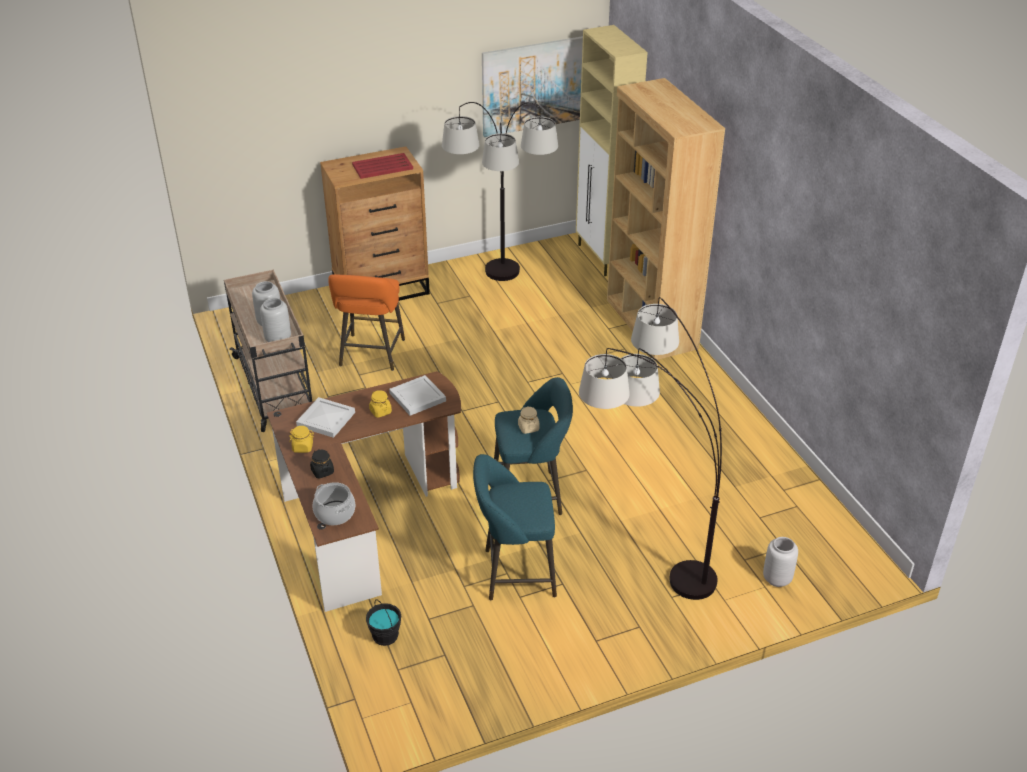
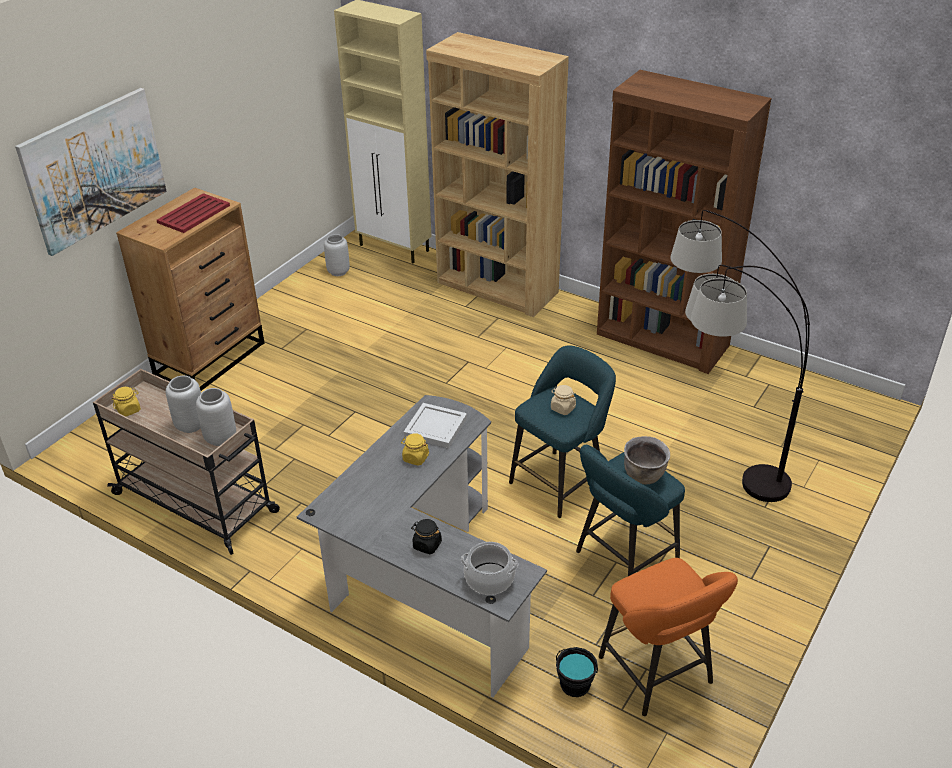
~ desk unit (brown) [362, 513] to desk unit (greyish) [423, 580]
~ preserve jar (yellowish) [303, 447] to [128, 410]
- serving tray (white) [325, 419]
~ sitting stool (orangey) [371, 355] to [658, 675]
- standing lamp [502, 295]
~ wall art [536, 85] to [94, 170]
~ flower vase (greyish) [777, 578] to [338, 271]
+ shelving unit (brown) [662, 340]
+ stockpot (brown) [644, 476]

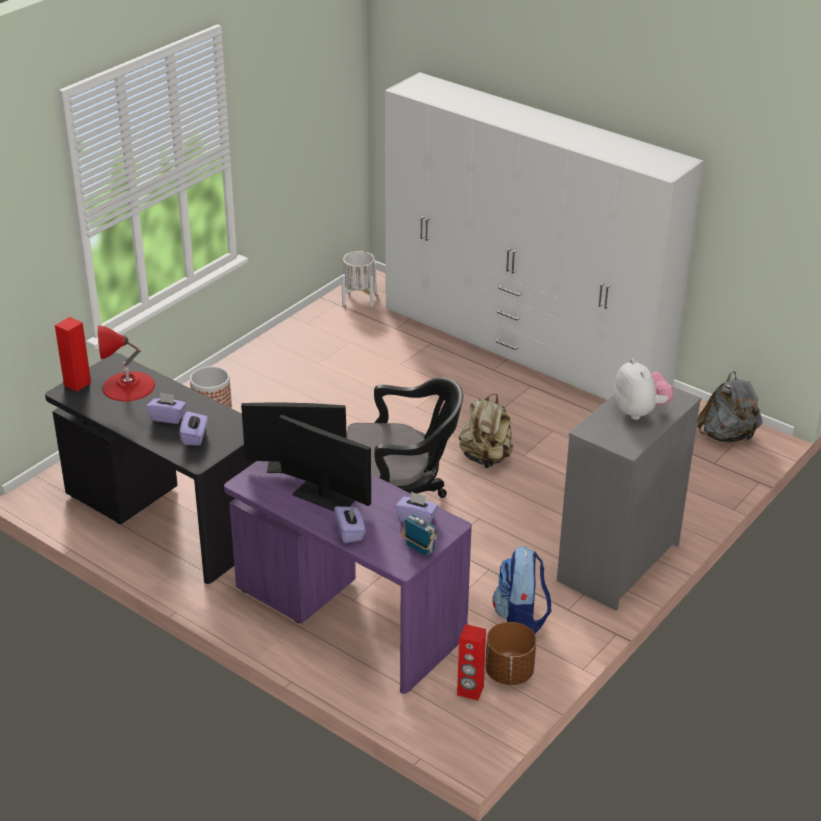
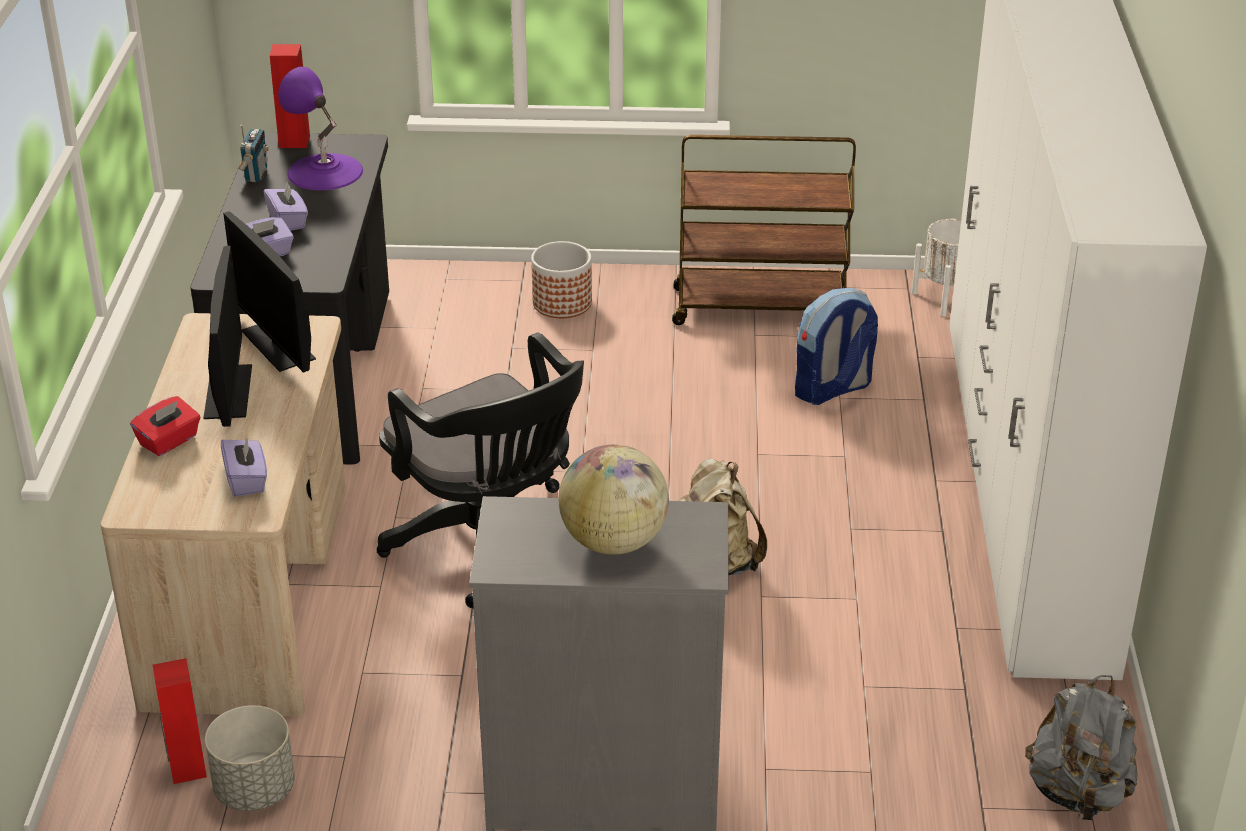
~ table lamp (red) [128, 386] to table lamp (purple) [324, 172]
~ desk unit (purple) [347, 615] to desk unit (beige-coloured) [252, 593]
~ box of tissues (purple) [350, 532] to box of tissues (red) [169, 441]
~ radio set [419, 548] to [255, 175]
~ plant pot (brown) [509, 673] to plant pot (greyish) [254, 790]
~ backpack [521, 620] to [832, 389]
~ cuddly toy [639, 412] to desk globe [613, 541]
+ trolley (brown) [760, 307]

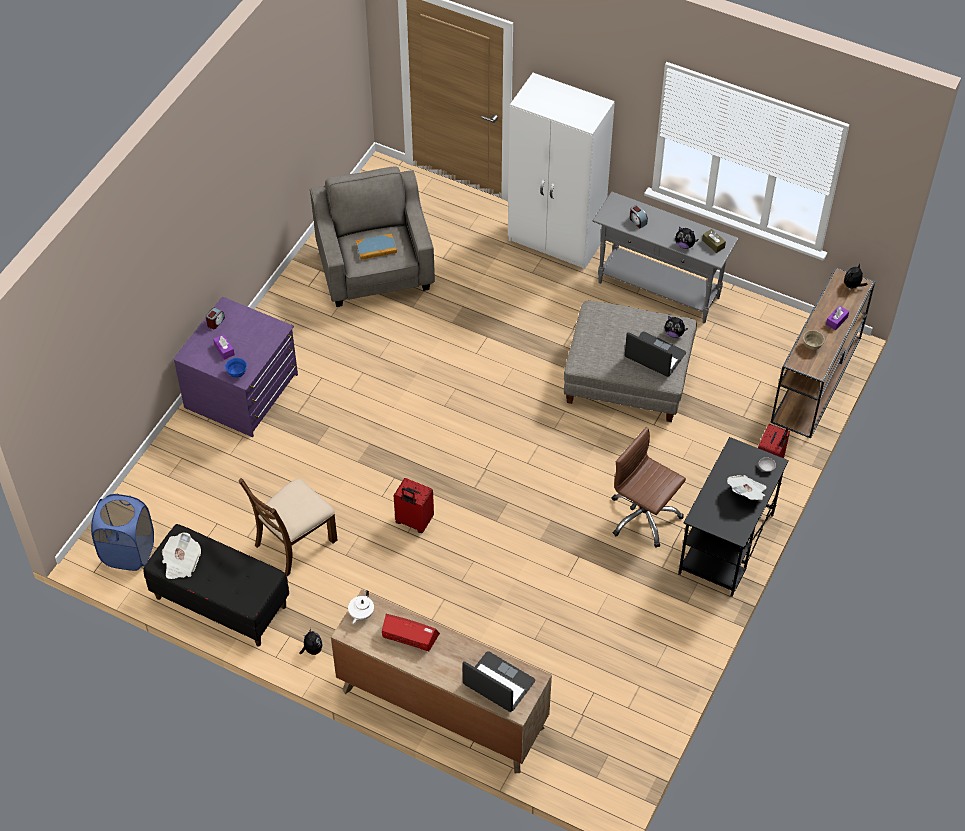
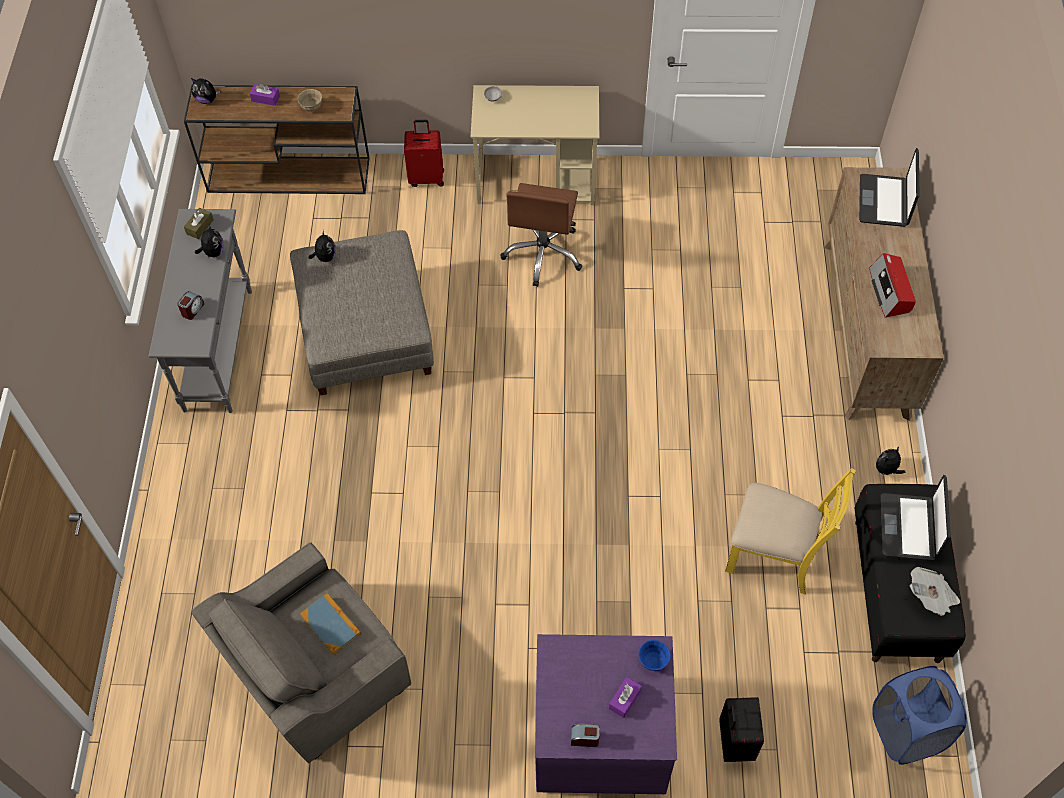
~ plain chair (brown) [294, 542] to plain chair (yellowish) [775, 554]
- pot for tea (white) [361, 614]
- piece of luggage (red) [413, 522]
- armoire (white) [556, 241]
~ portable computer [654, 356] to [909, 527]
~ desk unit (blackish) [726, 544] to desk unit (beige-coloured) [537, 181]
- printed paper [747, 493]
+ piece of luggage (blackish) [734, 741]

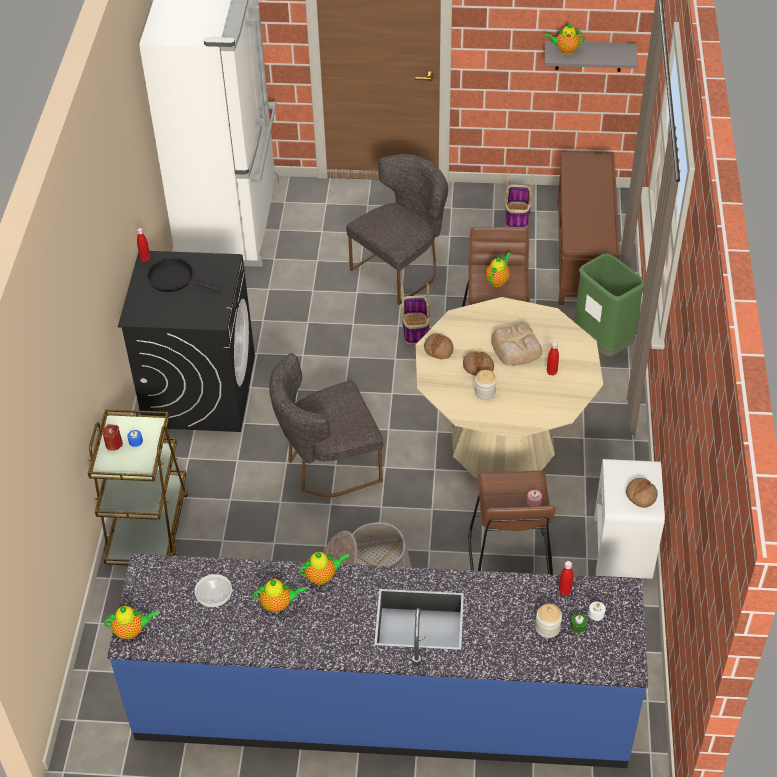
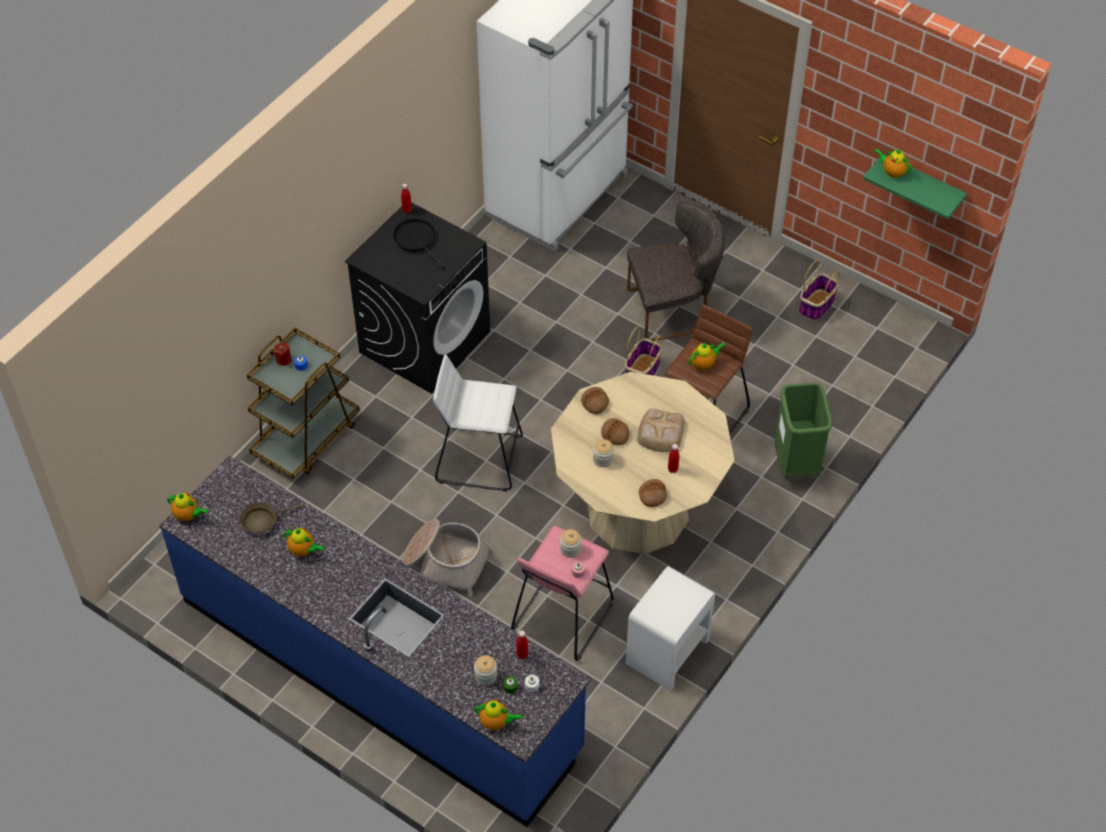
~ serving bowl [214, 597] to skillet (brown) [262, 520]
~ plain chair (greyish) [327, 466] to sitting stool (white) [479, 458]
~ pot for tea [322, 576] to [496, 722]
~ sitting stool (brown) [508, 564] to sitting stool (pink) [562, 616]
~ shelf (greyish) [589, 56] to shelf (green) [921, 185]
- bench (brown) [584, 253]
~ bread [640, 495] to [652, 495]
+ preserve jar [570, 549]

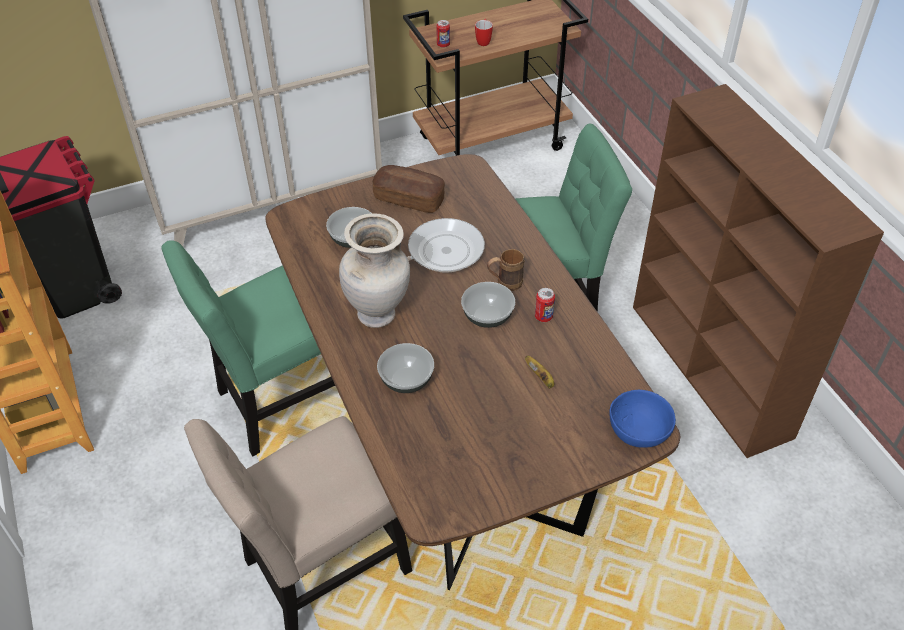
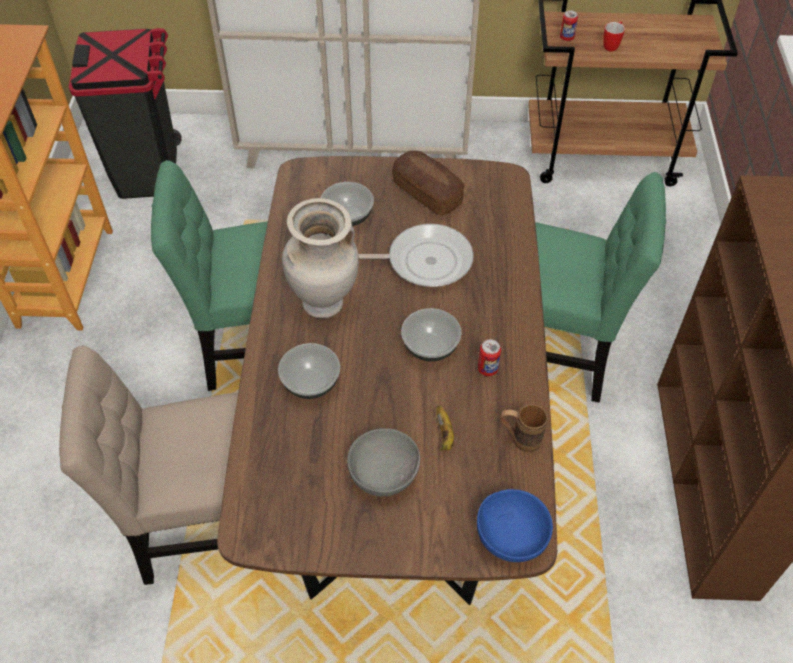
~ tea mug (brown) [504, 284] to [519, 439]
+ serving bowl (greyish) [385, 476]

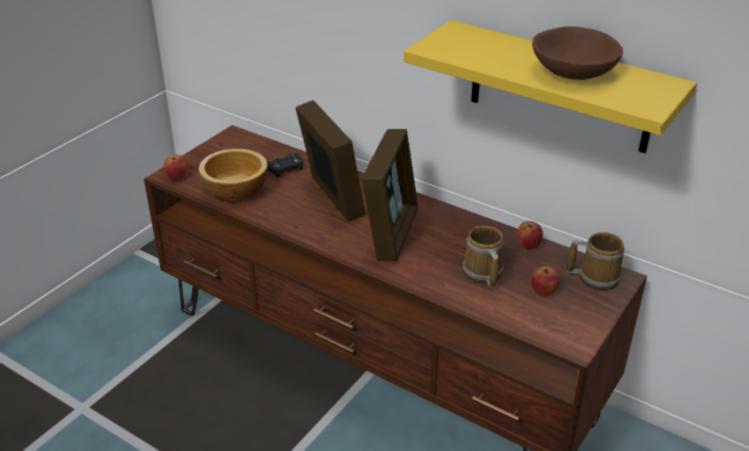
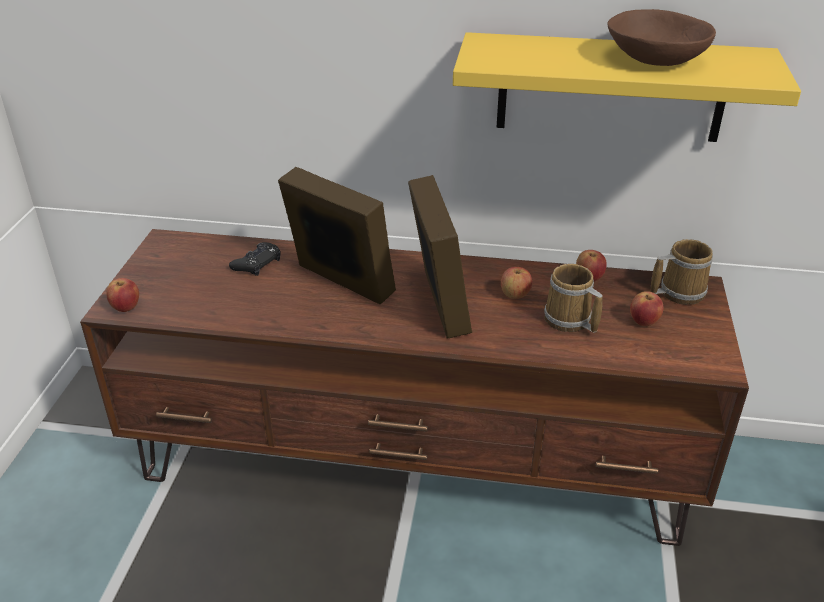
- serving bowl [234, 190]
+ apple fruit [515, 295]

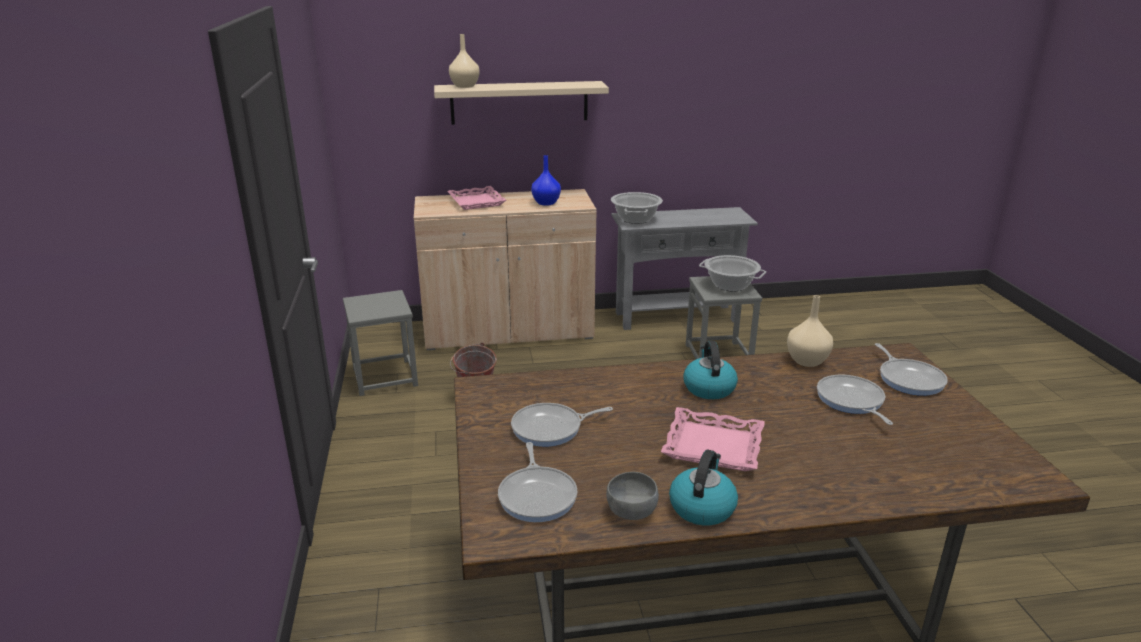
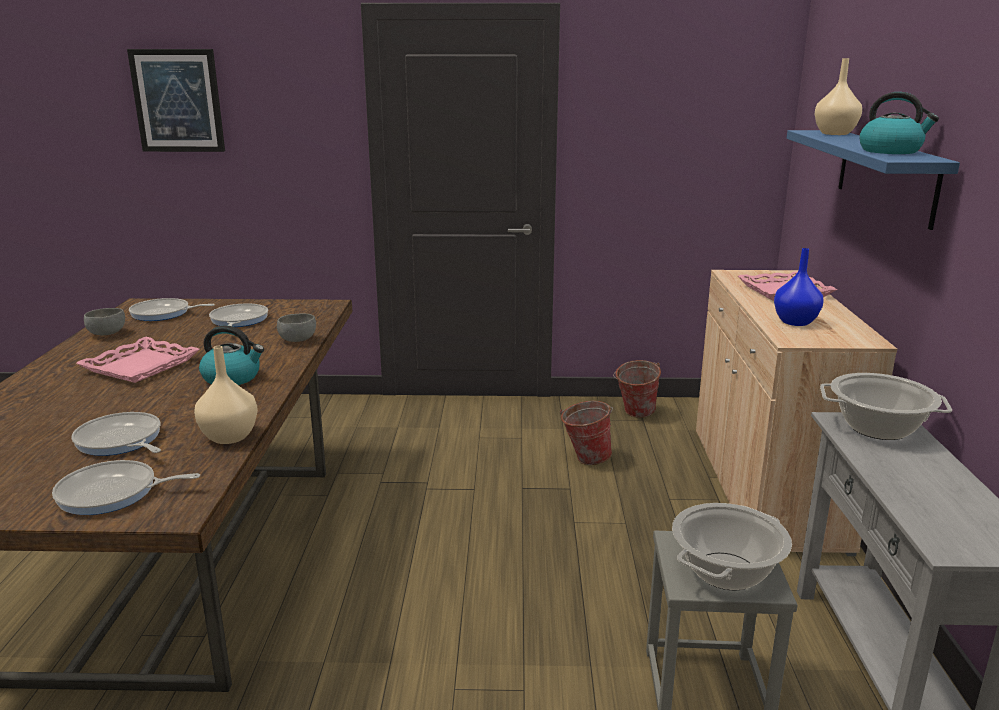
~ sitting stool (greyish) [384, 377] to bucket [634, 414]
~ shelf (beige-coloured) [519, 102] to shelf (blue) [885, 175]
~ tea kettle [702, 507] to [891, 151]
~ skillet [851, 401] = [120, 441] 135 degrees counterclockwise
+ wall art [178, 101]
+ serving bowl (greyish) [297, 340]

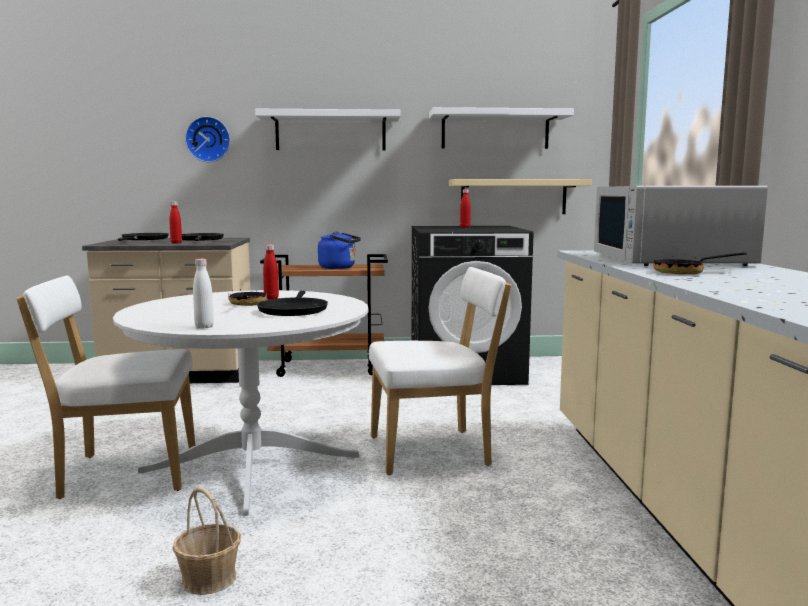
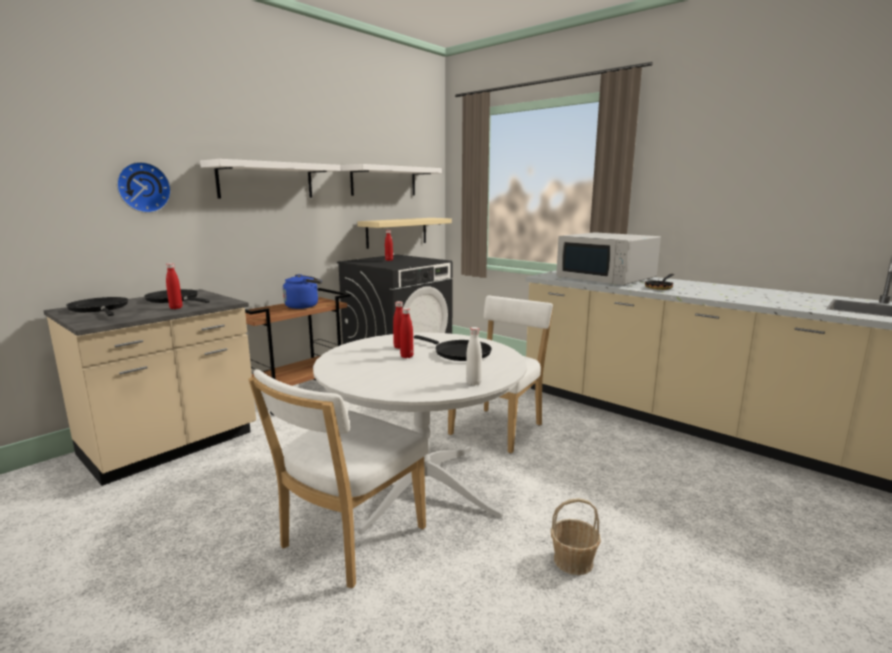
~ skillet [246, 304] to drink bottle (red) [406, 356]

